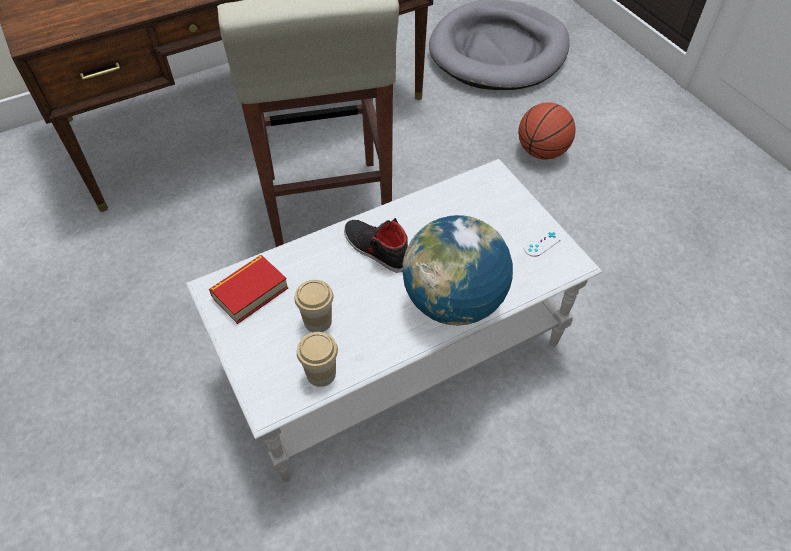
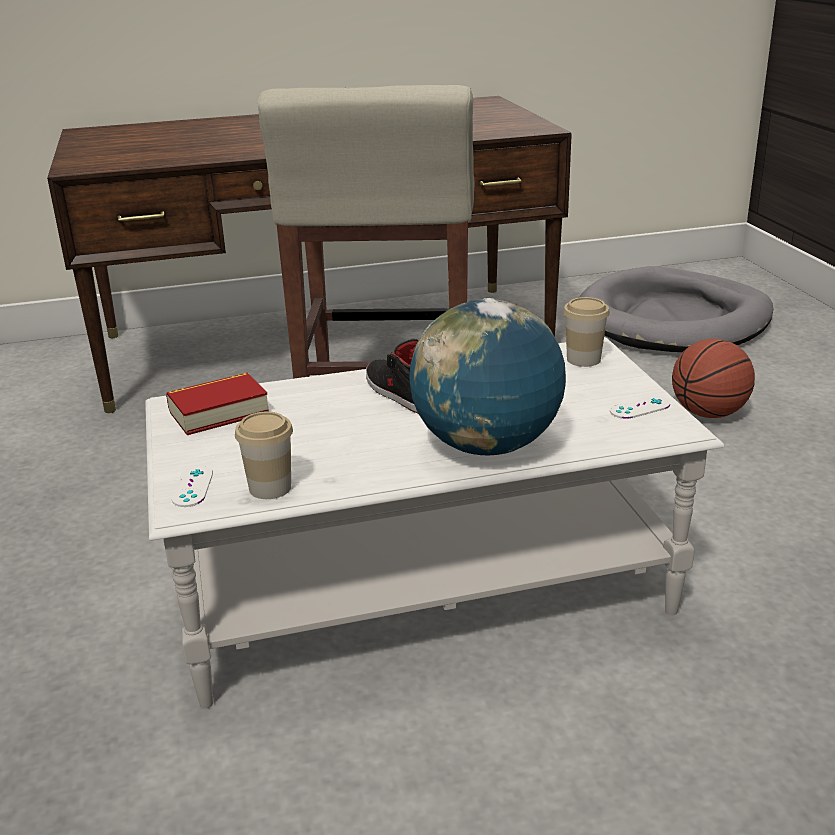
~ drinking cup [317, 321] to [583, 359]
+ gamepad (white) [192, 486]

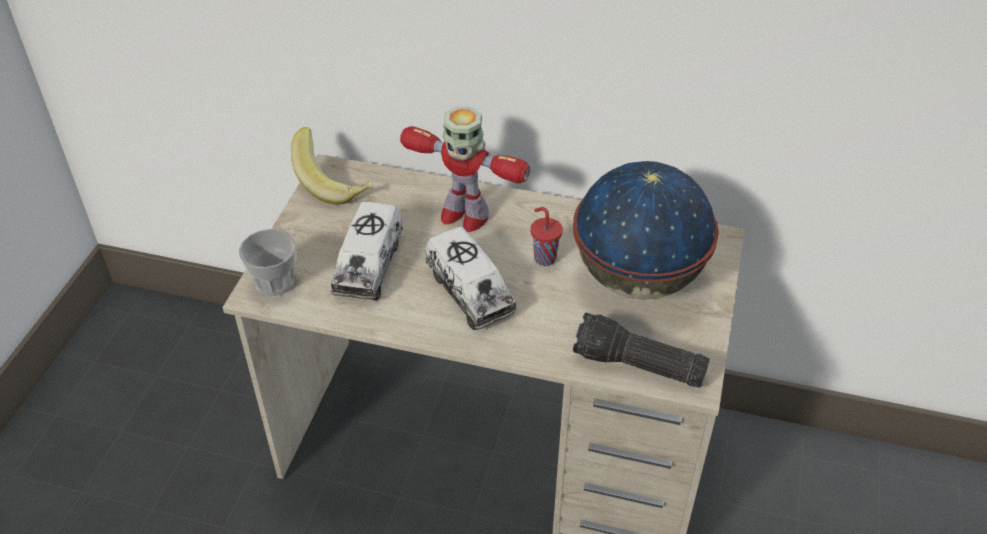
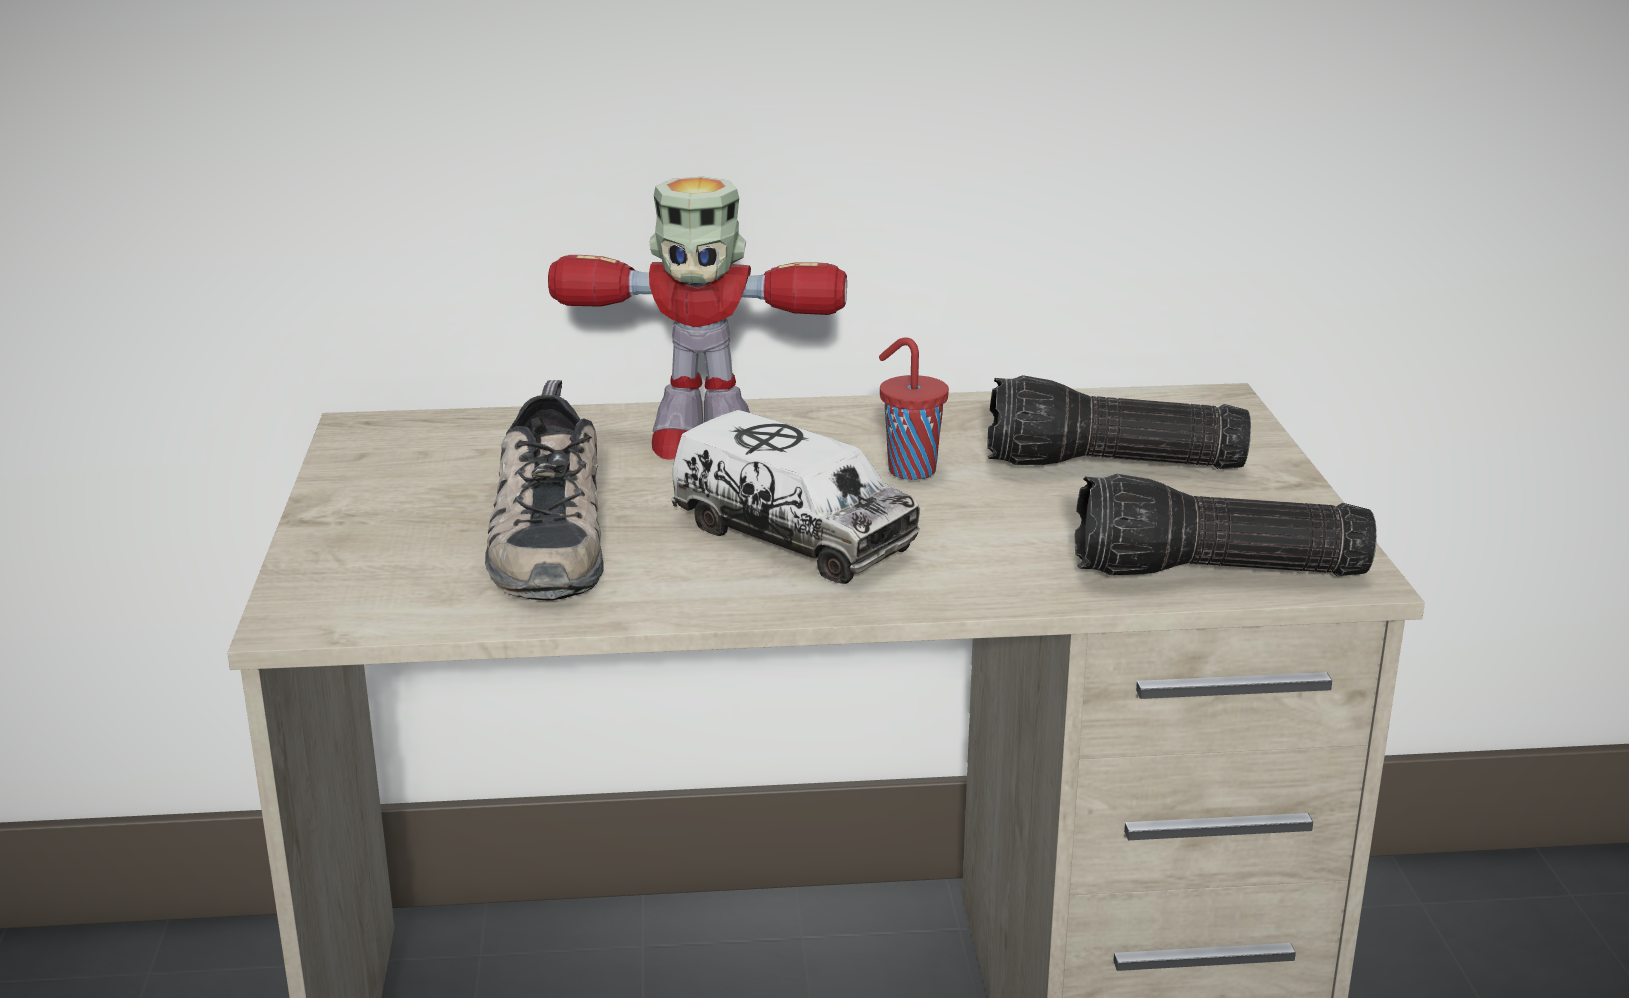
- drinking cup [274, 283]
- banana fruit [334, 184]
~ model truck [369, 265] to shoe [544, 536]
~ desk globe [637, 278] to hand torch [1111, 466]

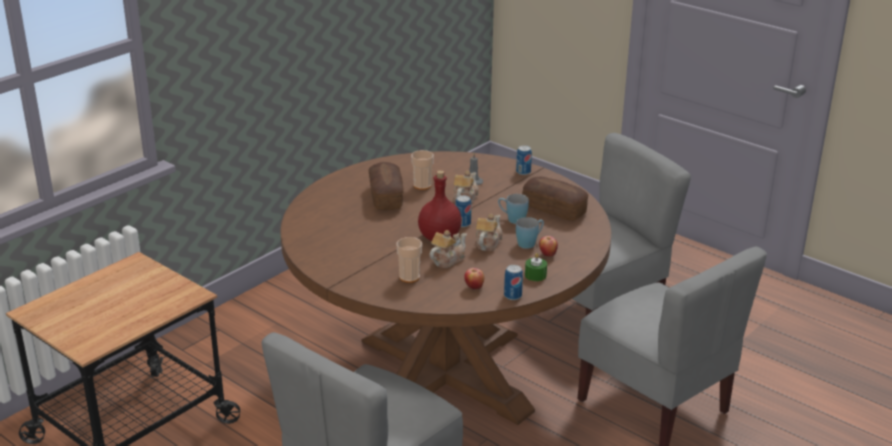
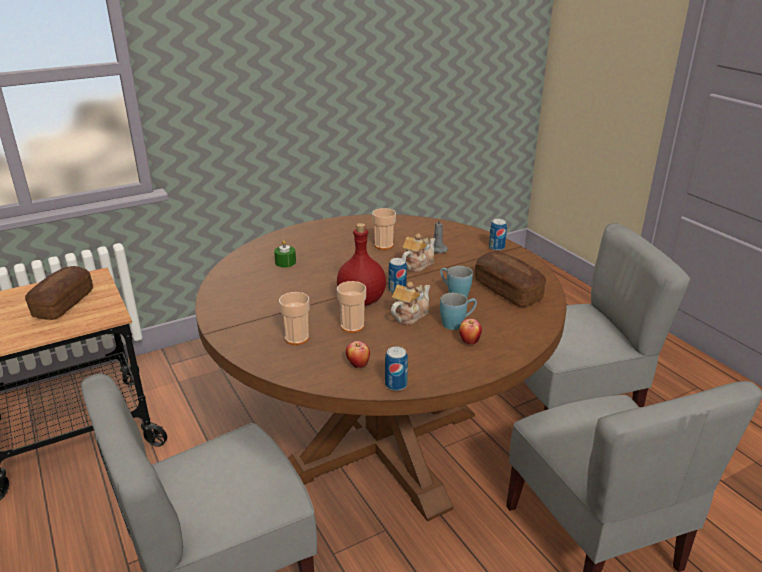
~ bread [386, 197] to [63, 304]
~ pot for tea [447, 260] to drinking cup [352, 326]
~ wax light (green) [535, 275] to [285, 262]

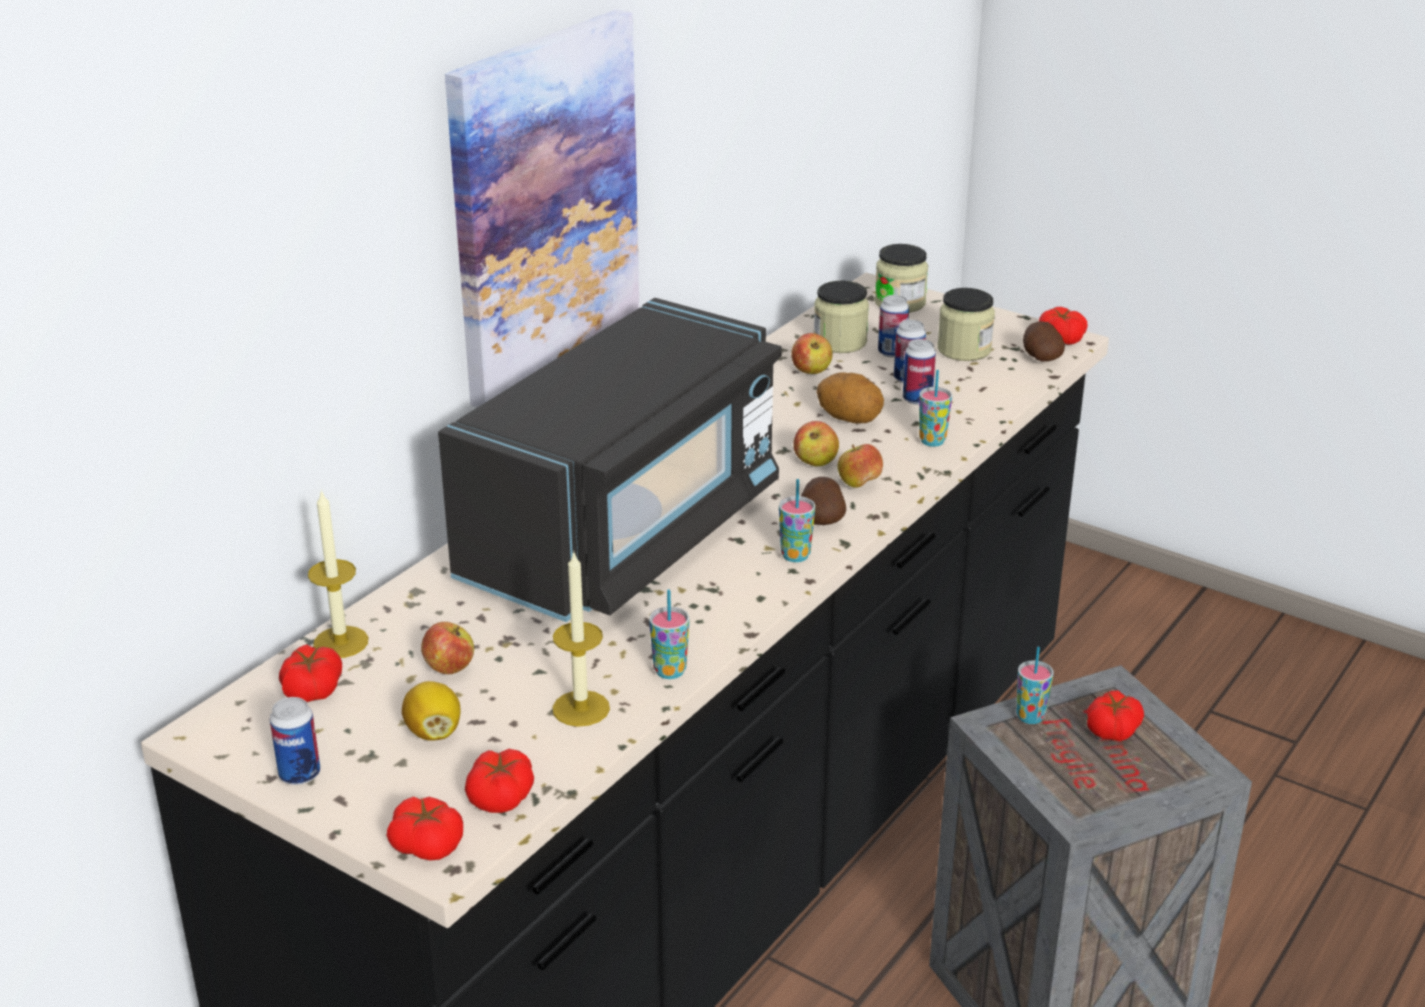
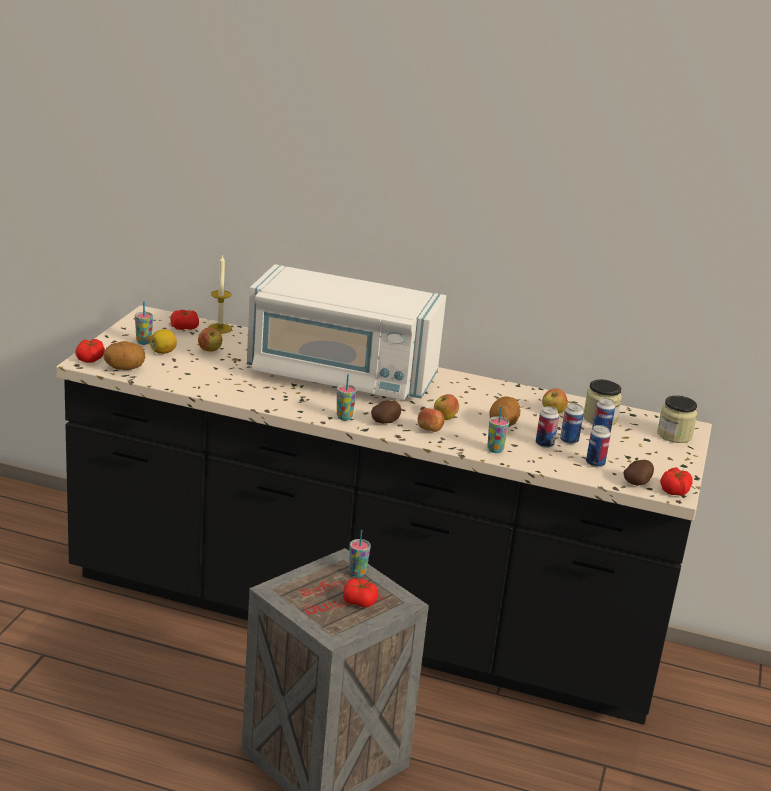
~ sealed can [299, 774] to [595, 463]
~ kitchen microwave (blackish) [625, 534] to kitchen microwave (white) [340, 376]
- wall art [543, 207]
~ whole tomato [501, 796] to whole potato [124, 368]
- wax light [581, 708]
~ drinking cup [670, 671] to [143, 342]
- preserve jar [964, 350]

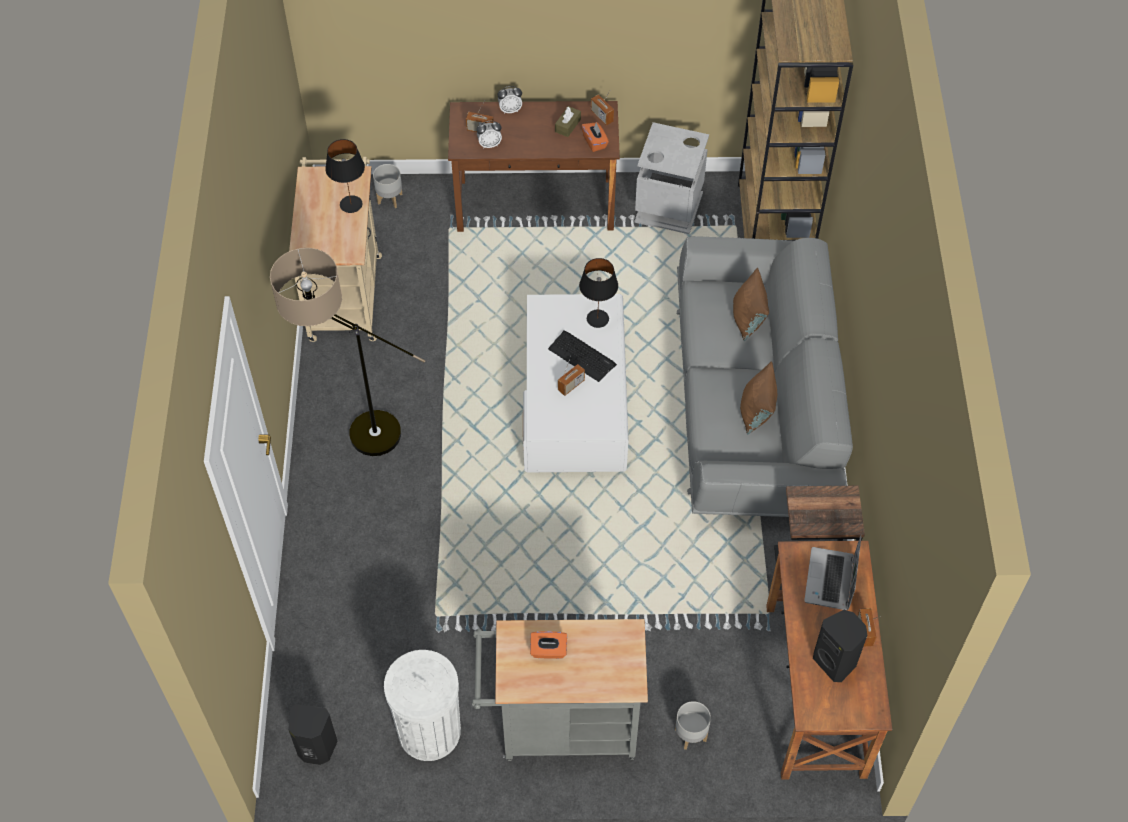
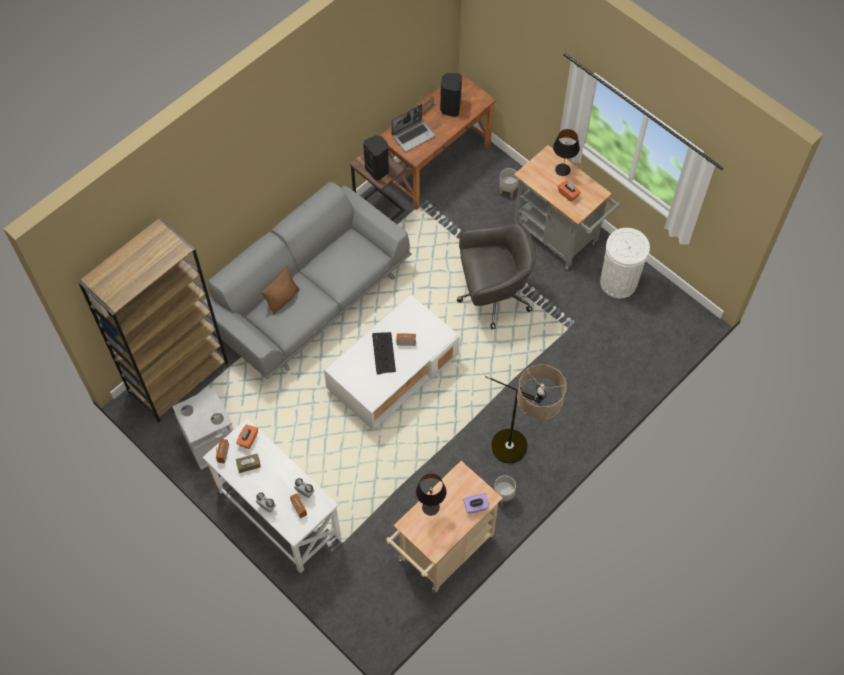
~ loudspeaker (blackish) [316, 749] to [378, 170]
~ plant pot (greyish) [390, 198] to [503, 496]
~ desk unit (brown) [535, 204] to desk unit (white) [278, 513]
~ table lamp (blackish) [597, 318] to [562, 170]
- pillow (brown) [756, 412]
+ office chair (greyish) [493, 296]
+ box of tissues (purple) [476, 506]

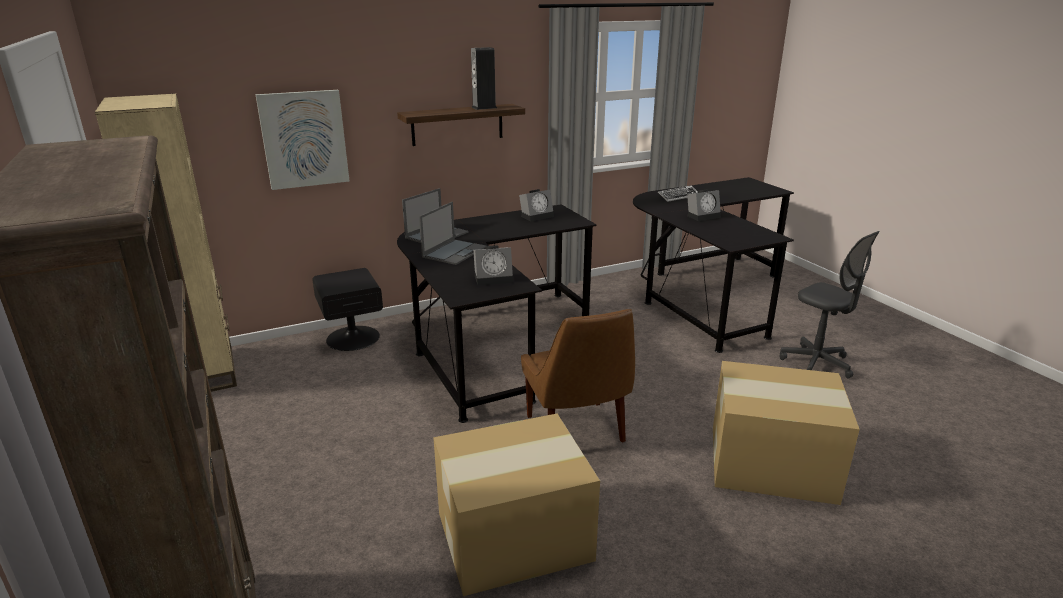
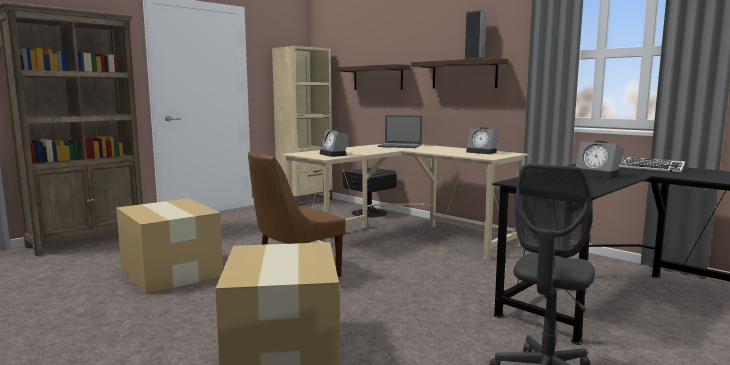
~ wall art [304, 139] to shelf [377, 78]
~ desk unit (blackish) [490, 342] to desk unit (beige-coloured) [401, 238]
- portable computer [454, 252]

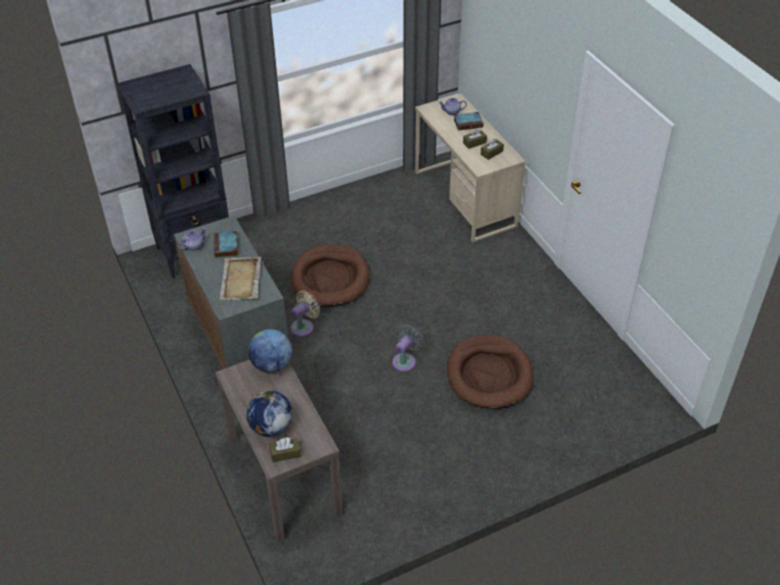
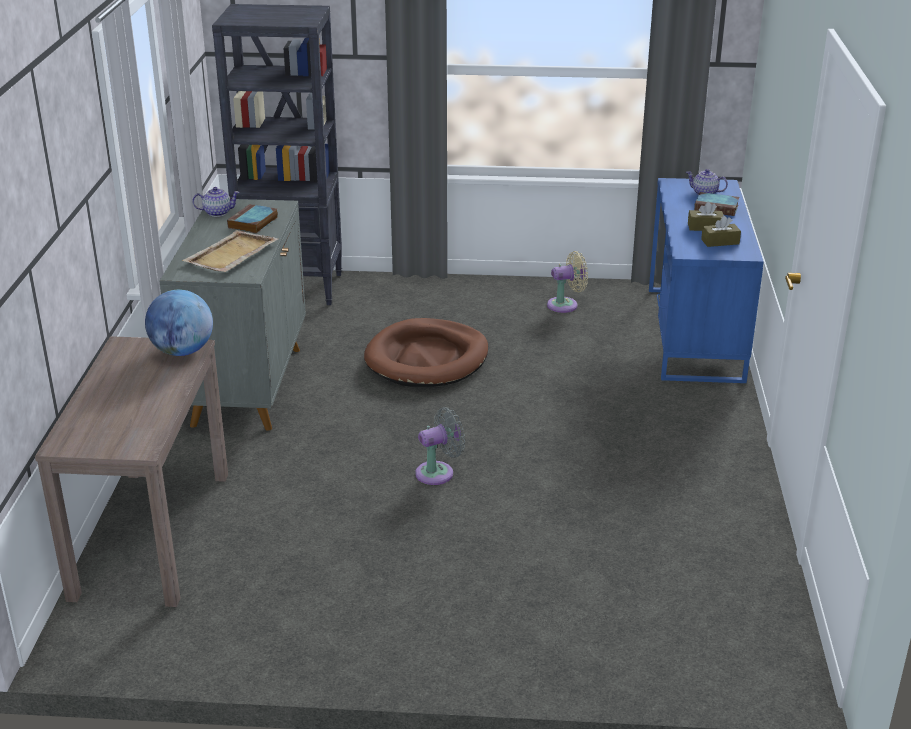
- desk globe [270, 427]
- box of tissues (brown) [285, 453]
~ fan (beige-coloured) [304, 326] to [565, 305]
~ desk unit (beige-coloured) [464, 199] to desk unit (blue) [693, 333]
- dog bed (brown) [489, 375]

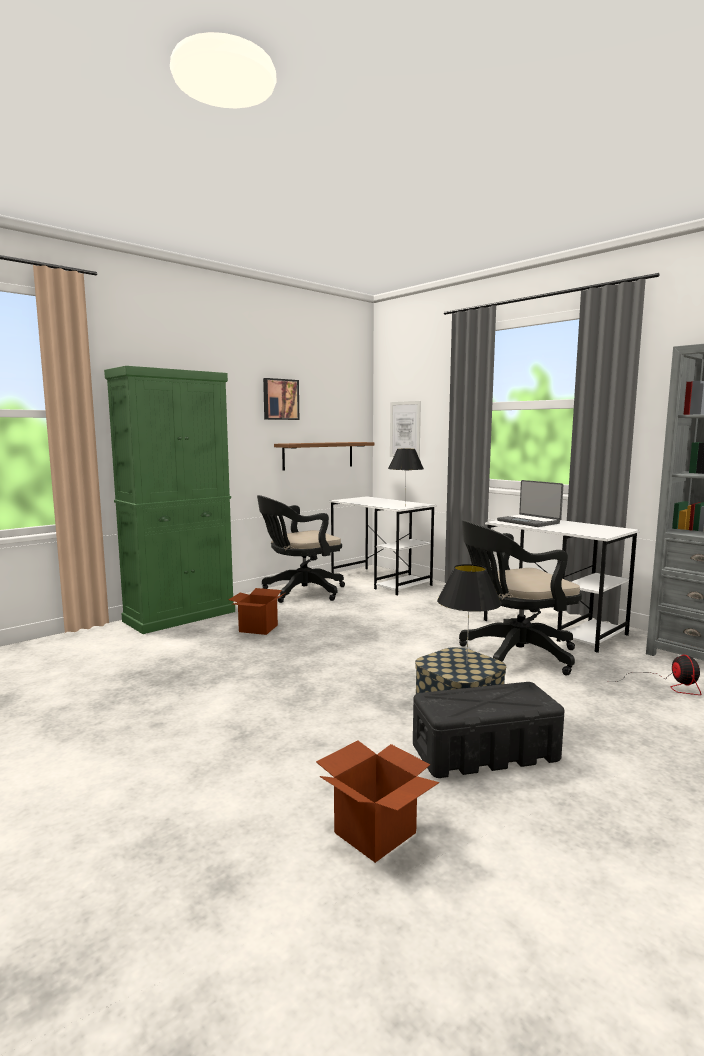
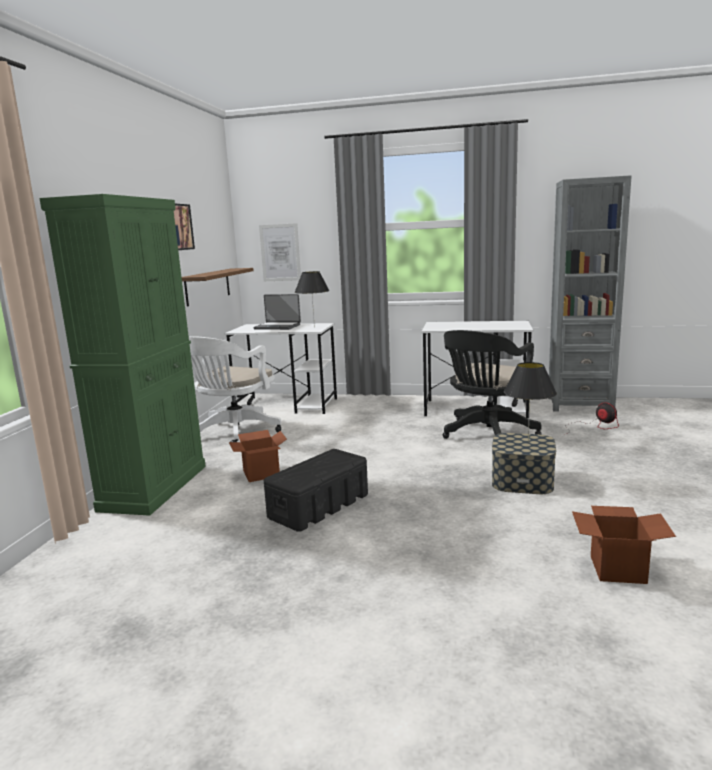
~ office chair (blackish) [300, 592] to office chair (white) [233, 433]
~ storage box (blackish) [486, 752] to [319, 506]
~ portable computer [529, 522] to [278, 327]

